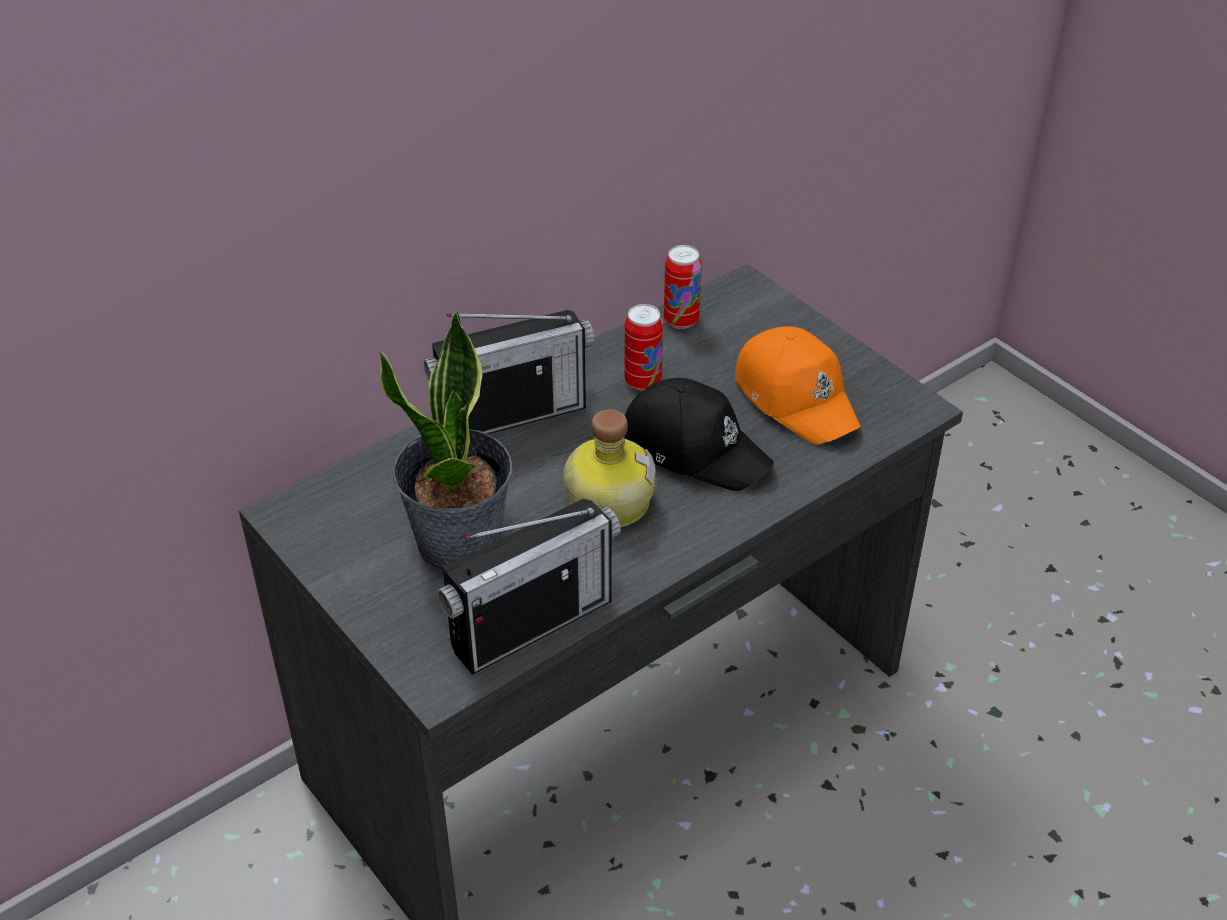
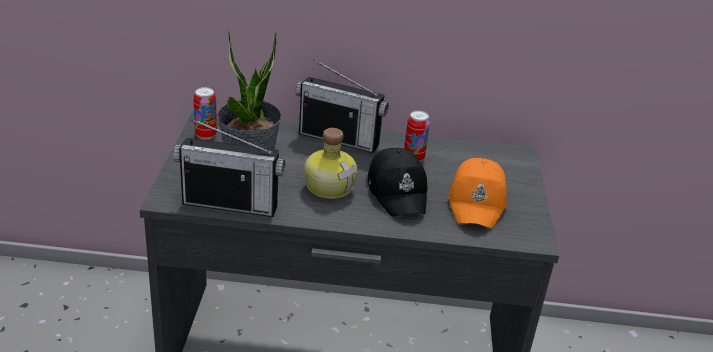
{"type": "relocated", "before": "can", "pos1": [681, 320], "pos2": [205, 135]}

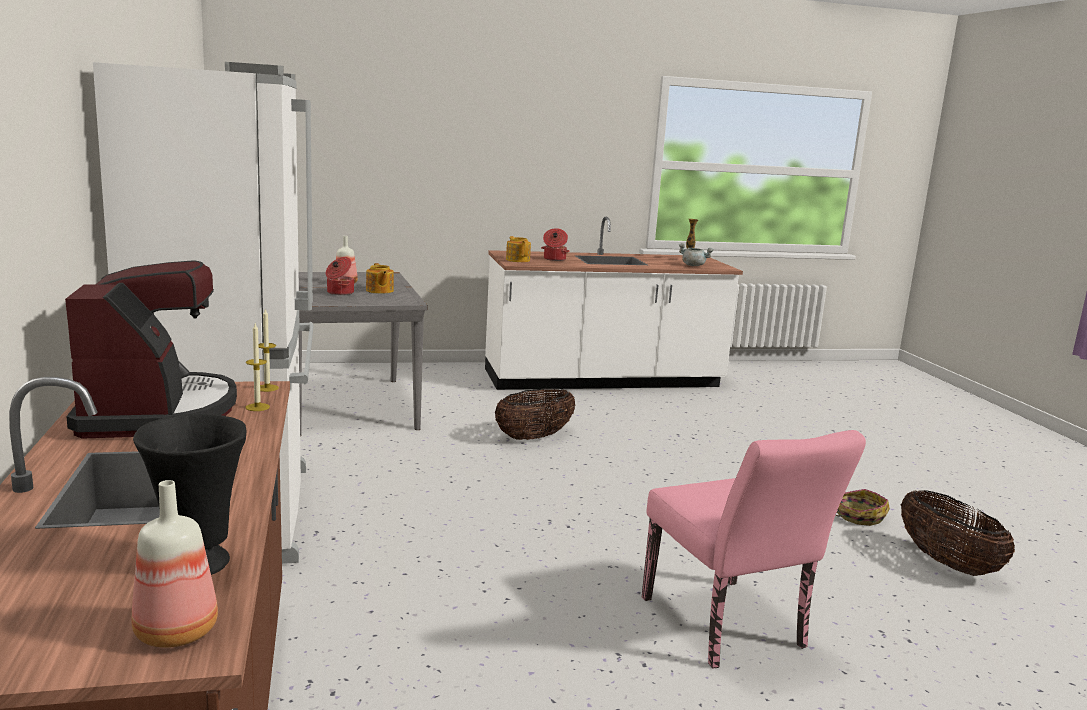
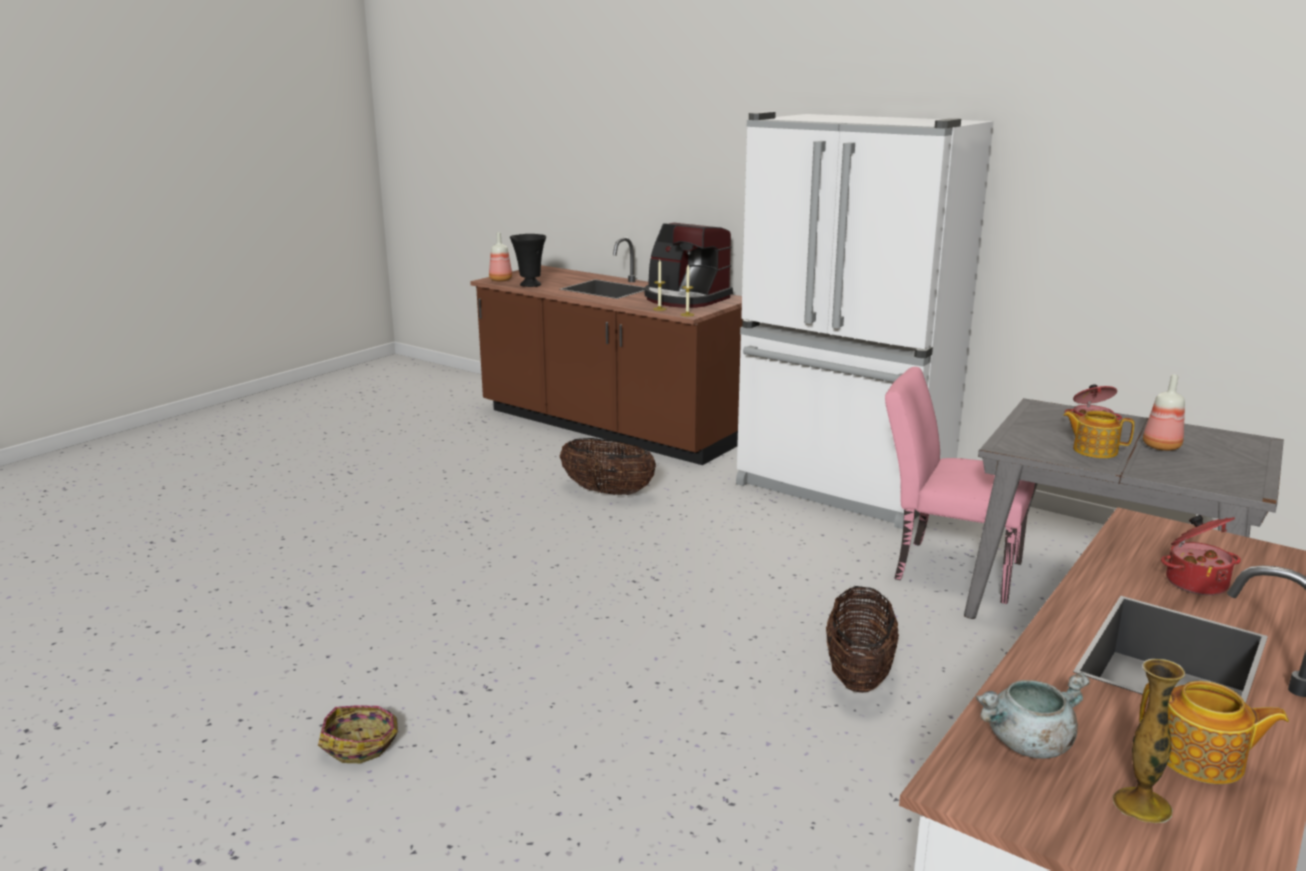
{"type": "relocated", "before": "teapot", "pos1": [518, 260], "pos2": [1202, 759]}
{"type": "relocated", "before": "chair (pink)", "pos1": [729, 629], "pos2": [947, 568]}
{"type": "relocated", "before": "basket", "pos1": [947, 563], "pos2": [607, 492]}

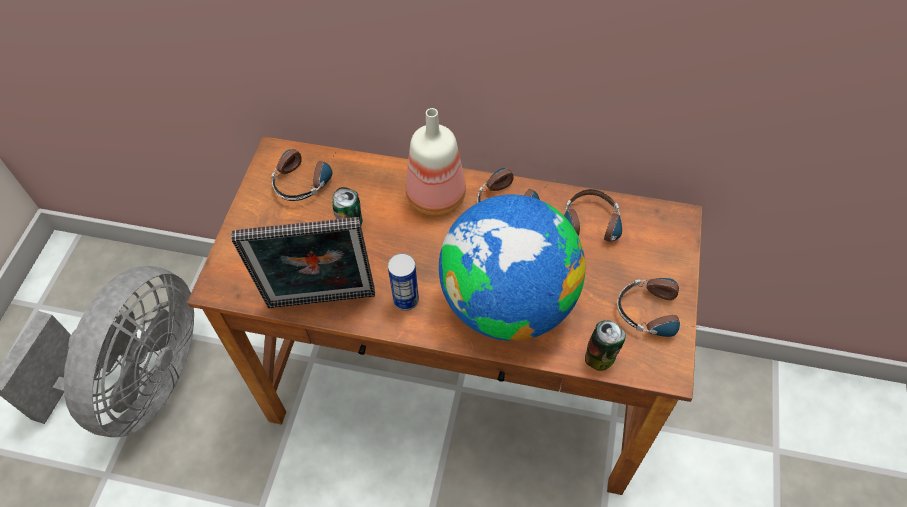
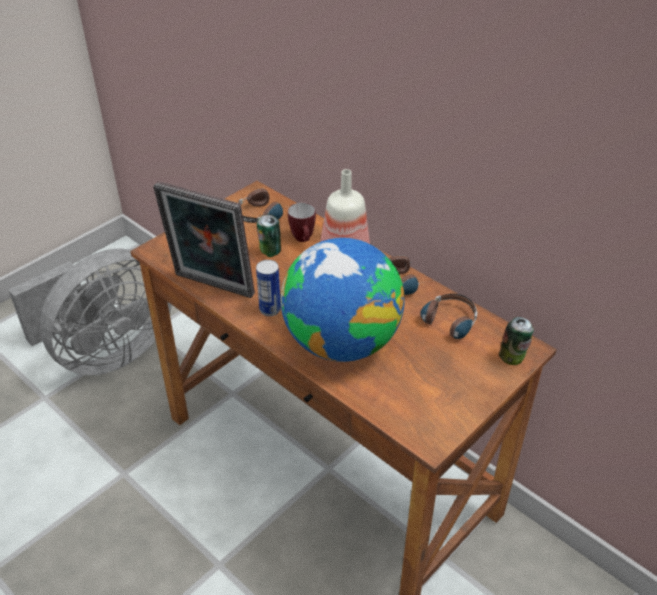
{"type": "missing", "before": "headphones", "pos1": [660, 312]}
{"type": "relocated", "before": "can", "pos1": [600, 358], "pos2": [513, 358]}
{"type": "appeared", "after": "mug", "pos2": [303, 240]}

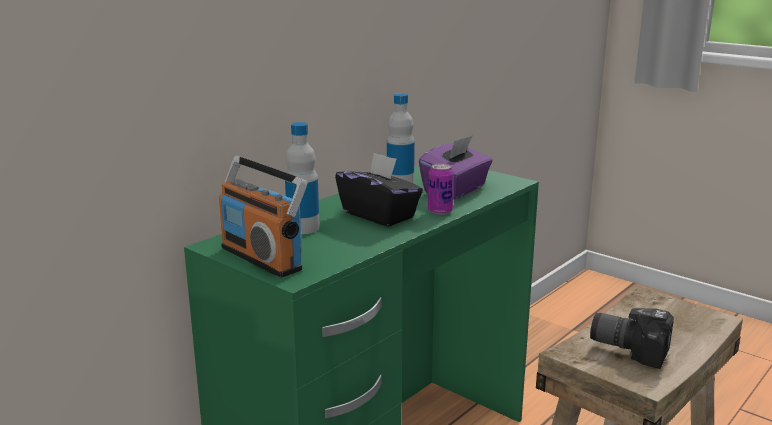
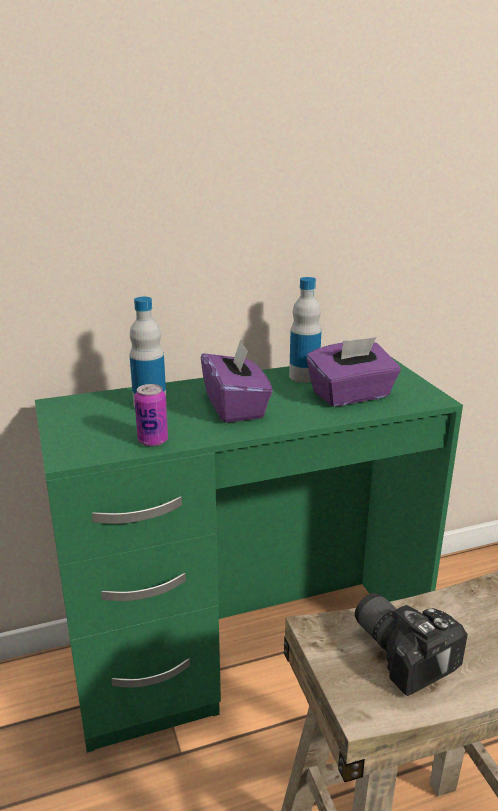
{"type": "colour", "before": "tissue box (black)", "after": "tissue box (purple)", "pos1": [379, 215], "pos2": [236, 407]}
{"type": "missing", "before": "radio", "pos1": [262, 258]}
{"type": "relocated", "before": "can", "pos1": [440, 211], "pos2": [153, 441]}

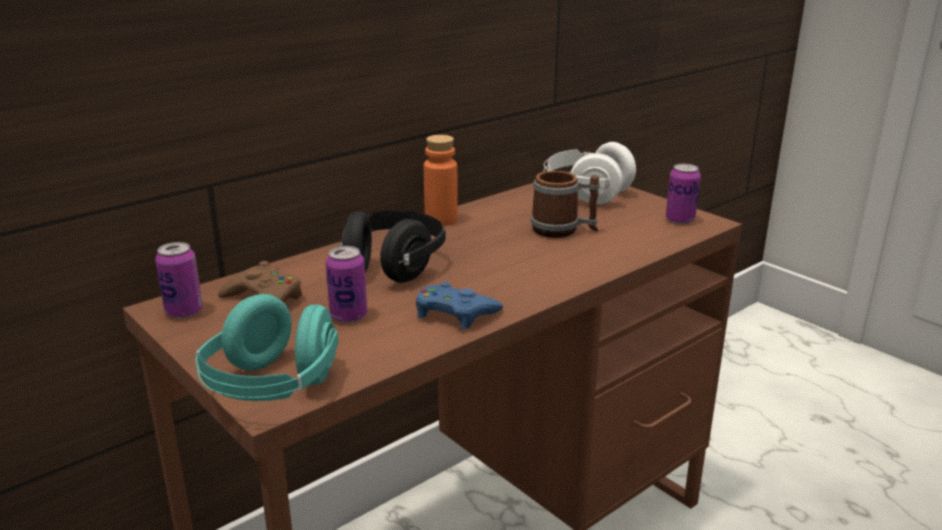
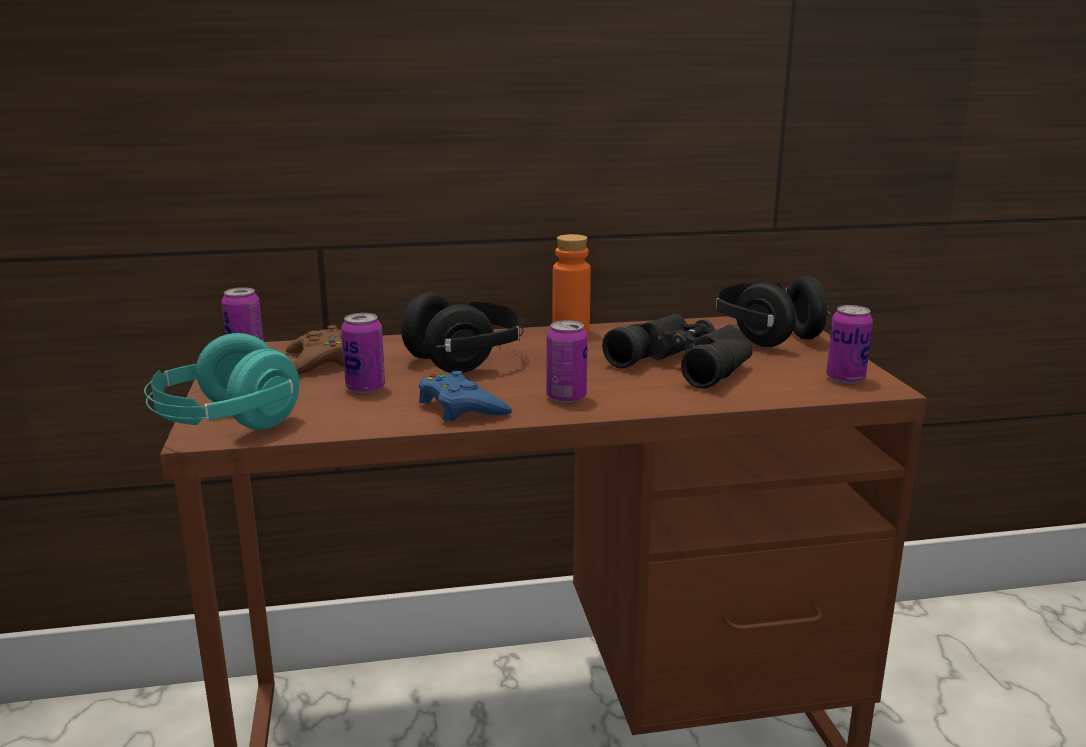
{"type": "colour", "before": "headphones (white)", "after": "headphones (black)", "pos1": [586, 193], "pos2": [767, 335]}
{"type": "exchanged", "before": "mug", "after": "binoculars (black)", "pos1": [563, 230], "pos2": [686, 362]}
{"type": "appeared", "after": "can", "pos2": [566, 397]}

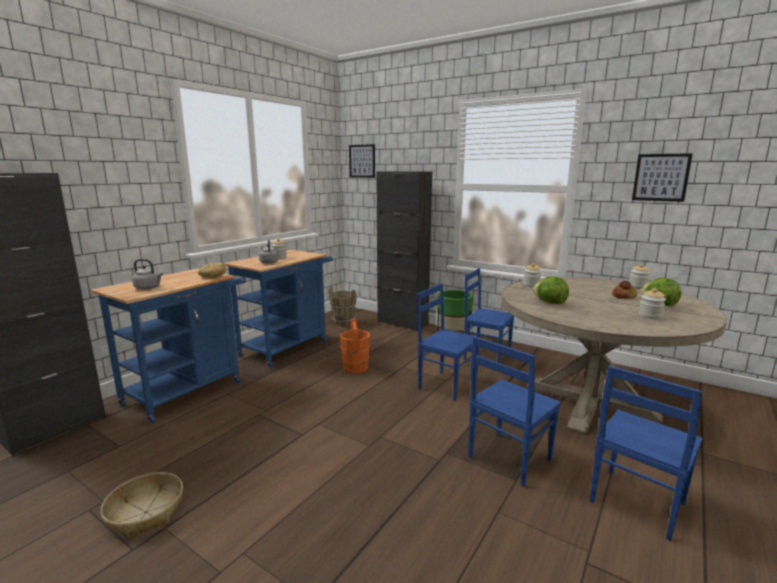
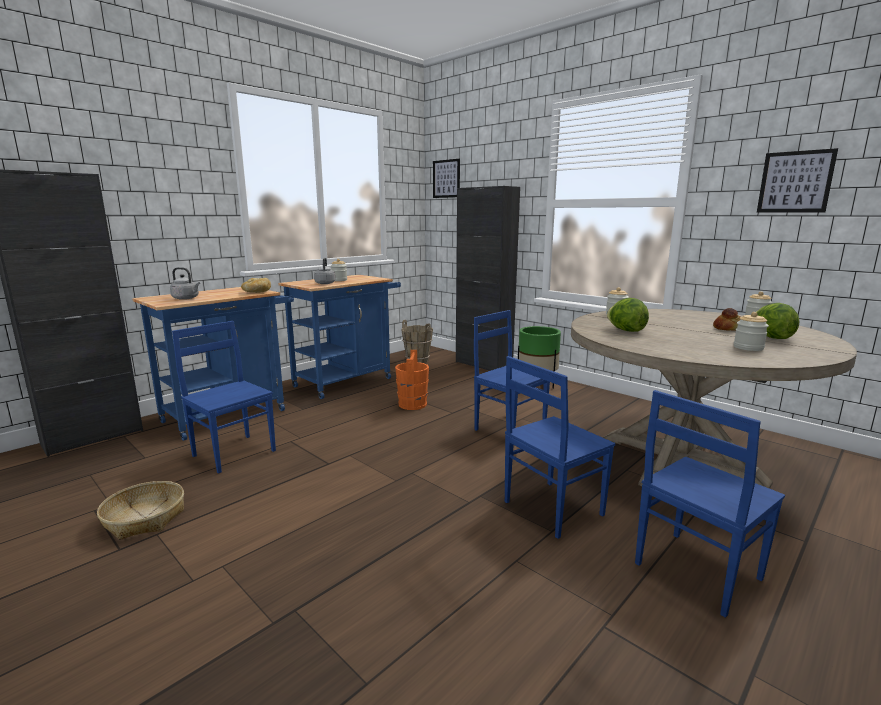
{"type": "relocated", "before": "chair (blue)", "pos1": [486, 355], "pos2": [234, 452]}

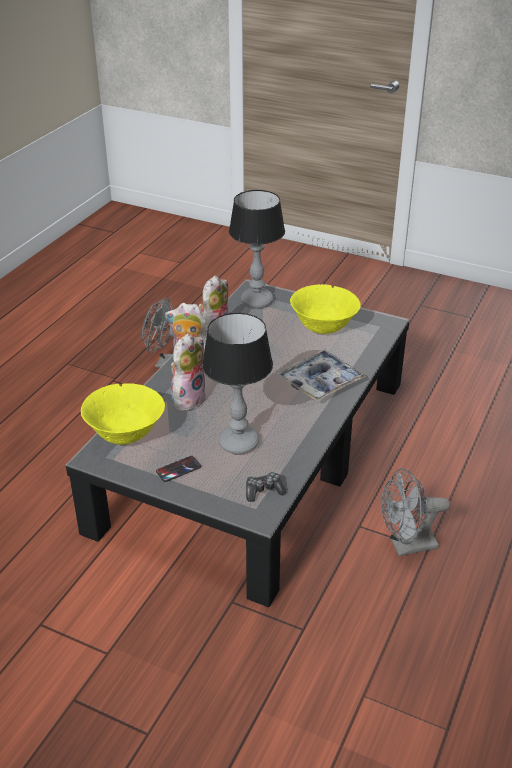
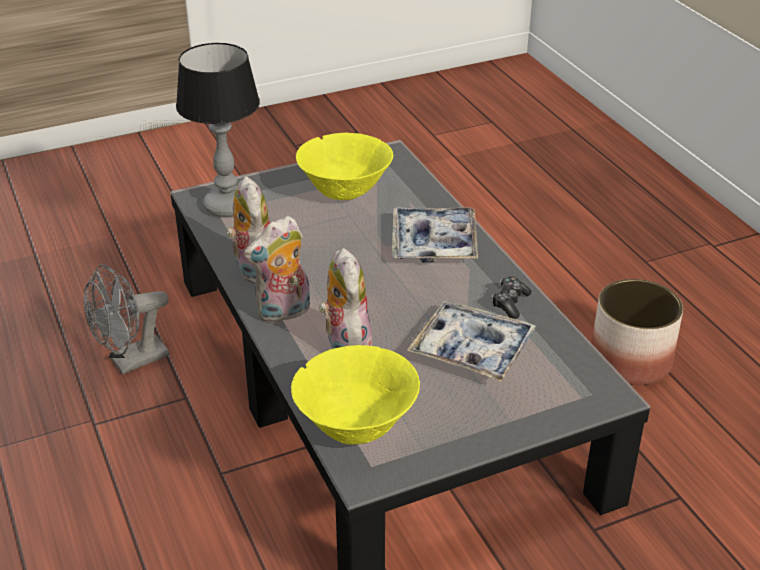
{"type": "exchanged", "before": "table lamp", "after": "tray", "pos1": [237, 443], "pos2": [472, 349]}
{"type": "missing", "before": "phone", "pos1": [178, 469]}
{"type": "exchanged", "before": "fan (grey)", "after": "planter", "pos1": [406, 546], "pos2": [631, 361]}
{"type": "relocated", "before": "game controller", "pos1": [263, 491], "pos2": [510, 303]}

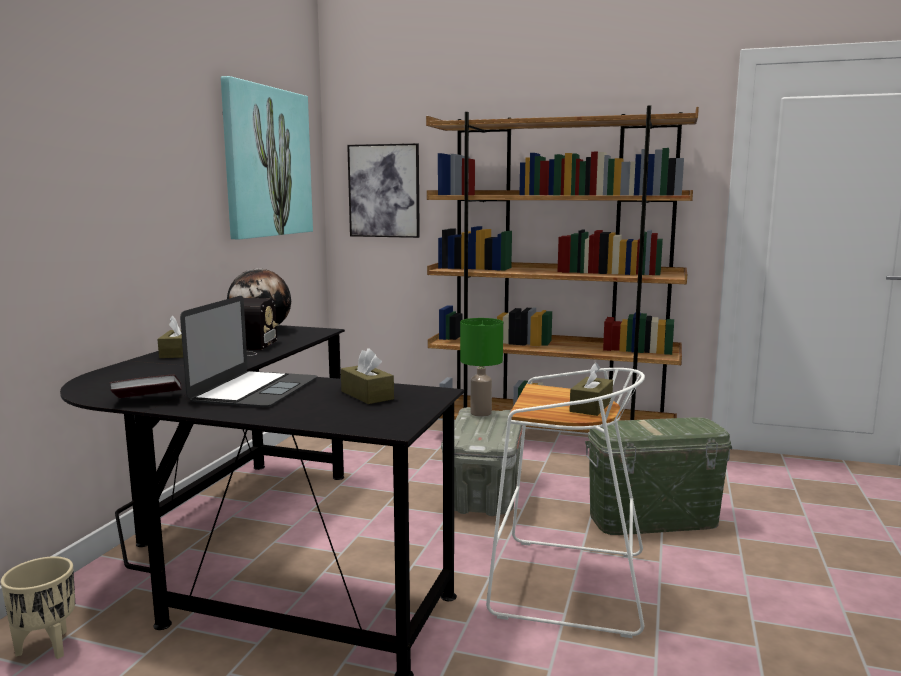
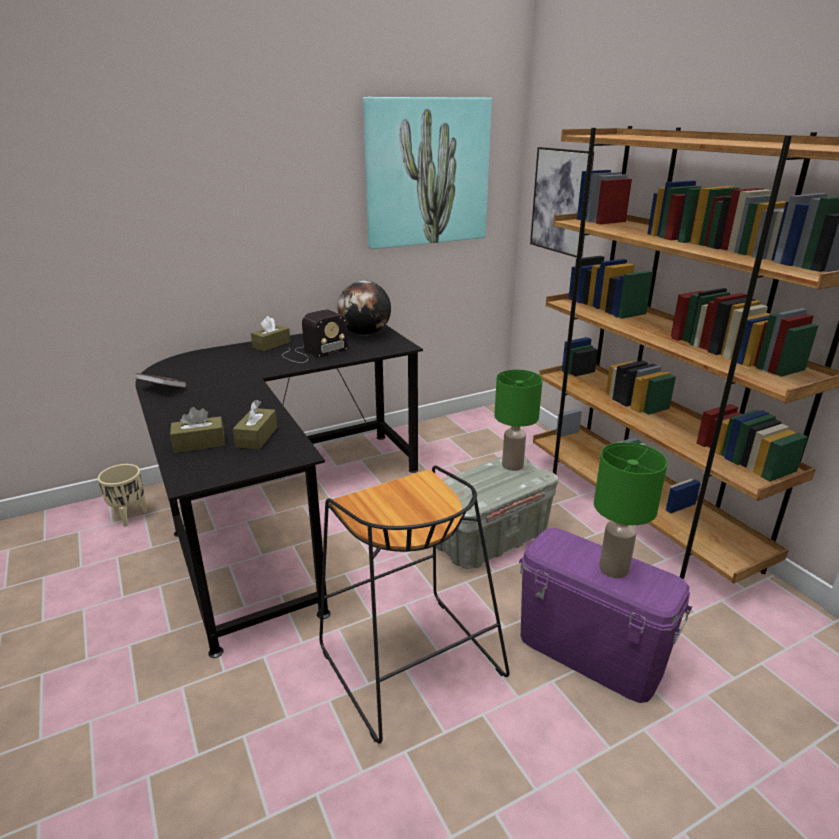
{"type": "missing", "before": "laptop", "pos1": [255, 389]}
{"type": "relocated", "before": "tissue box (brown)", "pos1": [591, 406], "pos2": [199, 443]}
{"type": "colour", "before": "stool (white)", "after": "stool (black)", "pos1": [565, 585], "pos2": [407, 661]}
{"type": "colour", "before": "storage box (green)", "after": "storage box (purple)", "pos1": [652, 519], "pos2": [589, 652]}
{"type": "appeared", "after": "table lamp (green)", "pos2": [613, 568]}

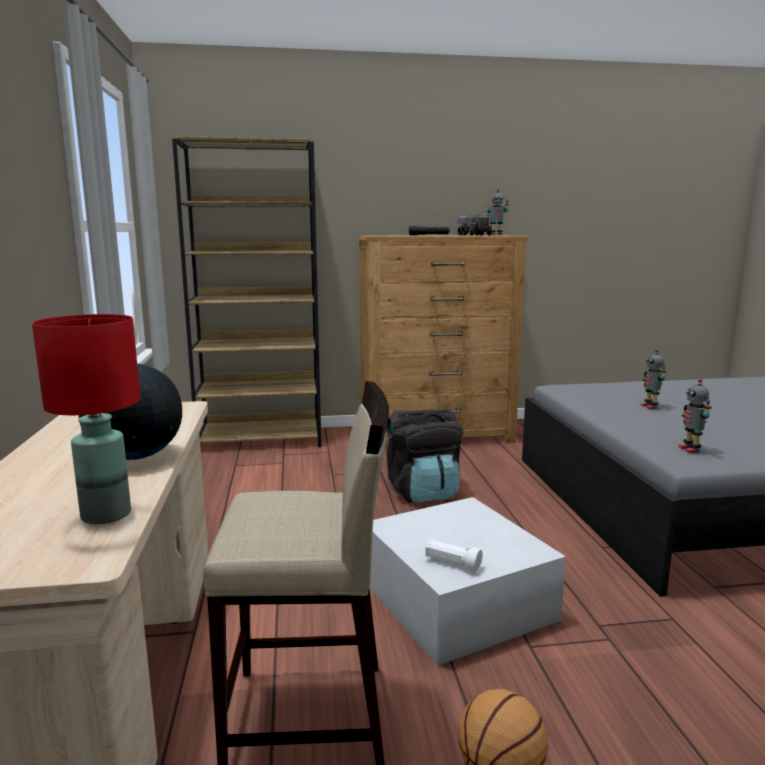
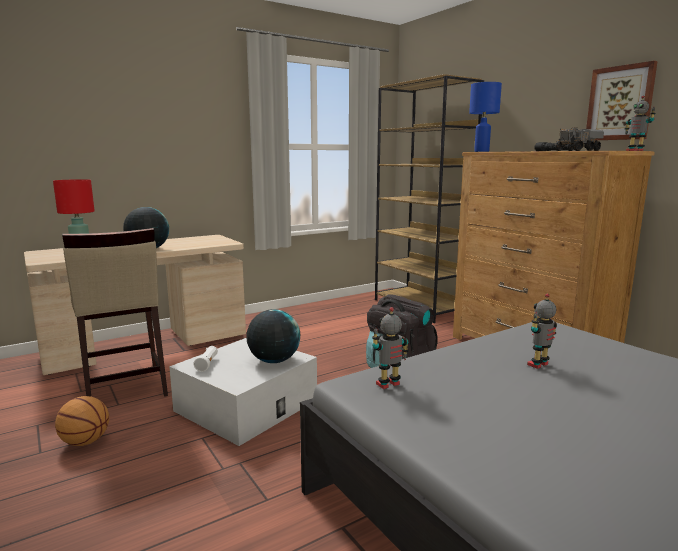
{"type": "appeared", "after": "picture", "pos2": [620, 103]}
{"type": "appeared", "after": "table lamp (blue)", "pos2": [482, 151]}
{"type": "appeared", "after": "globe", "pos2": [274, 361]}

